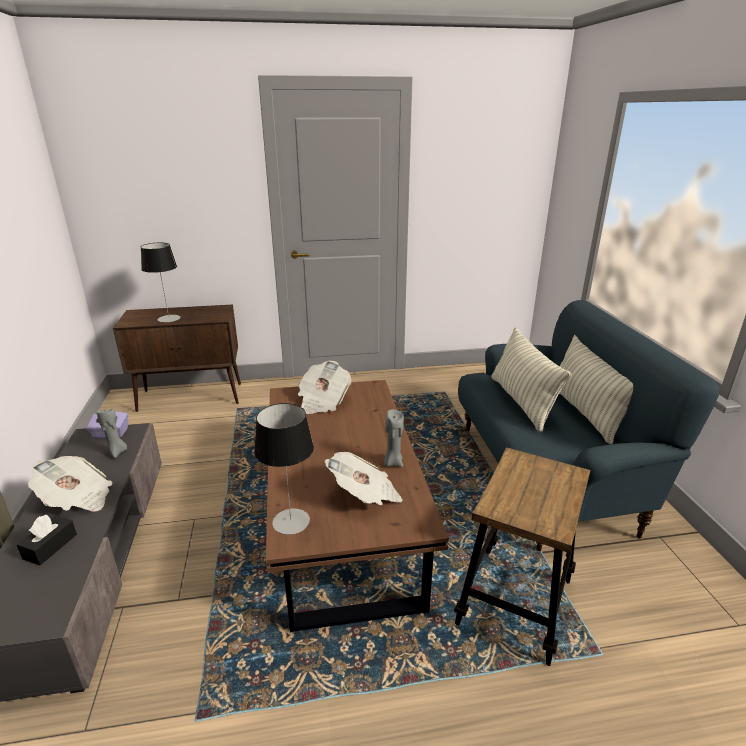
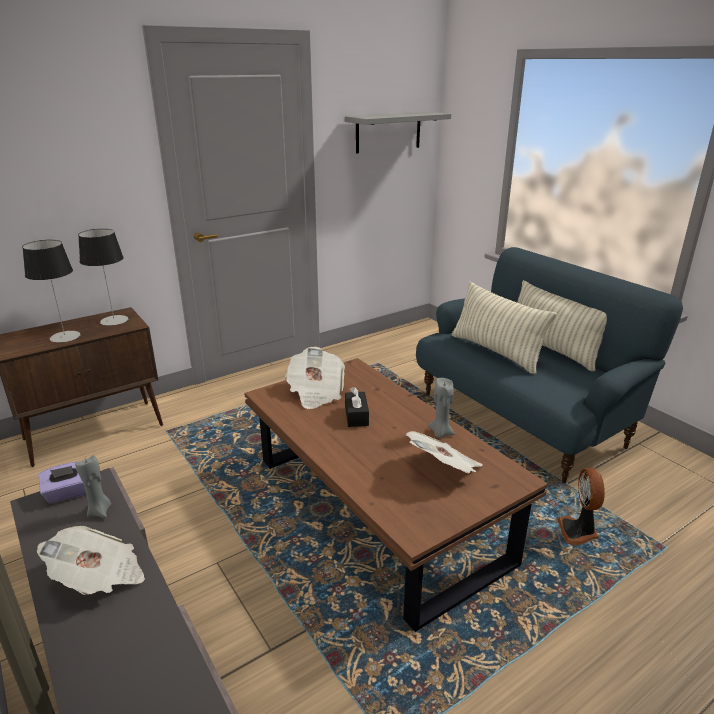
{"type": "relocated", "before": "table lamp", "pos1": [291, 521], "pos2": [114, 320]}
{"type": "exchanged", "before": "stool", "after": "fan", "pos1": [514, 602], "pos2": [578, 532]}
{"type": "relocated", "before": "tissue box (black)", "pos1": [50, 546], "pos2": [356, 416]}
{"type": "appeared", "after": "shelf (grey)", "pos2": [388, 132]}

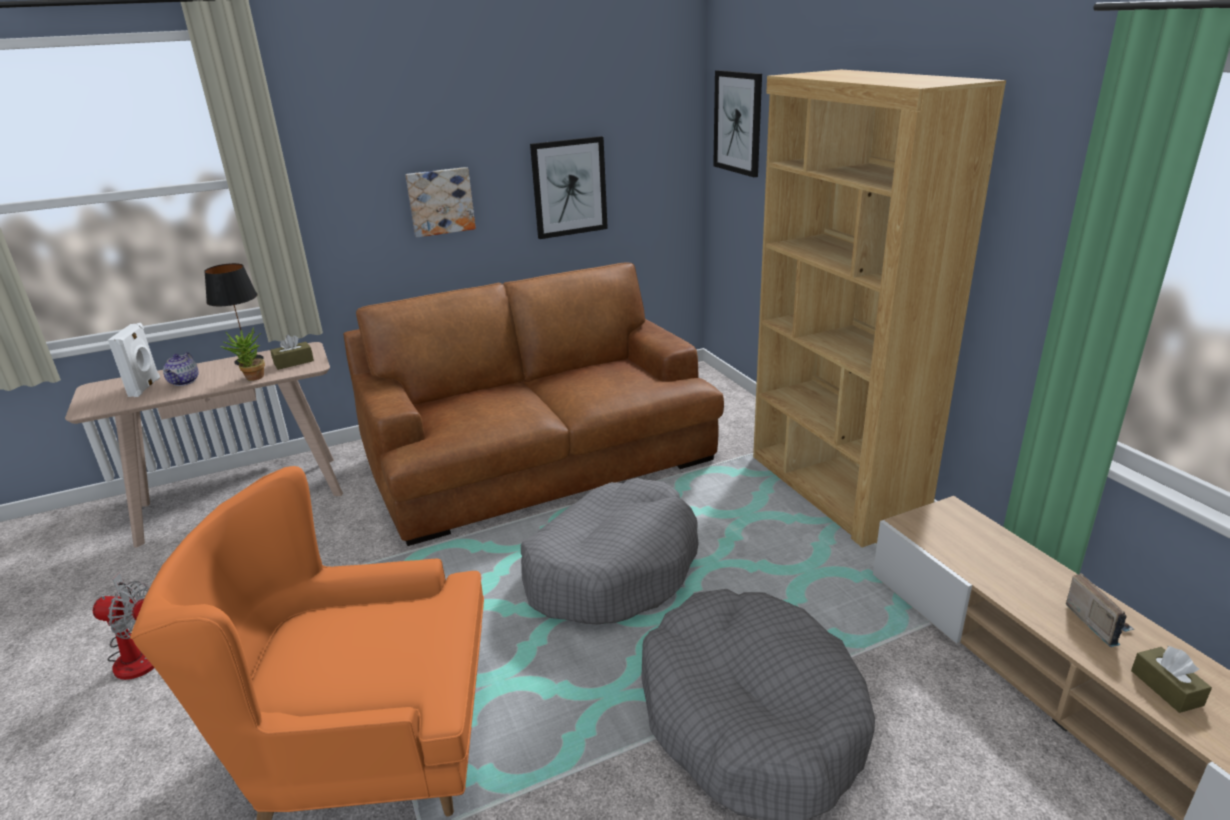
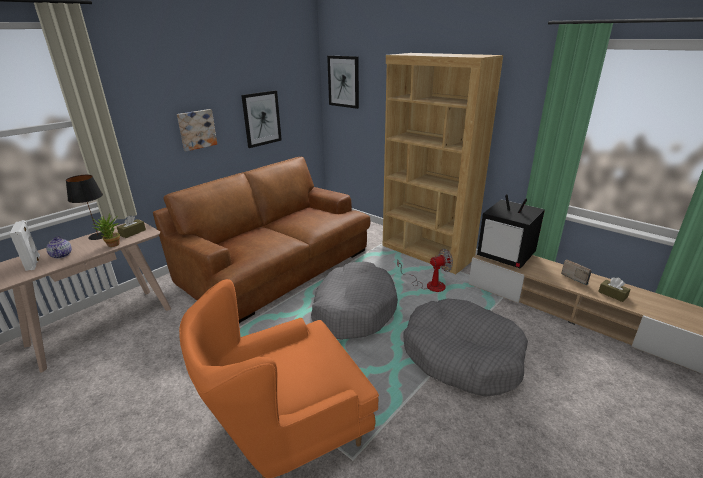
{"type": "relocated", "before": "fan", "pos1": [137, 652], "pos2": [429, 285]}
{"type": "appeared", "after": "television", "pos2": [507, 256]}

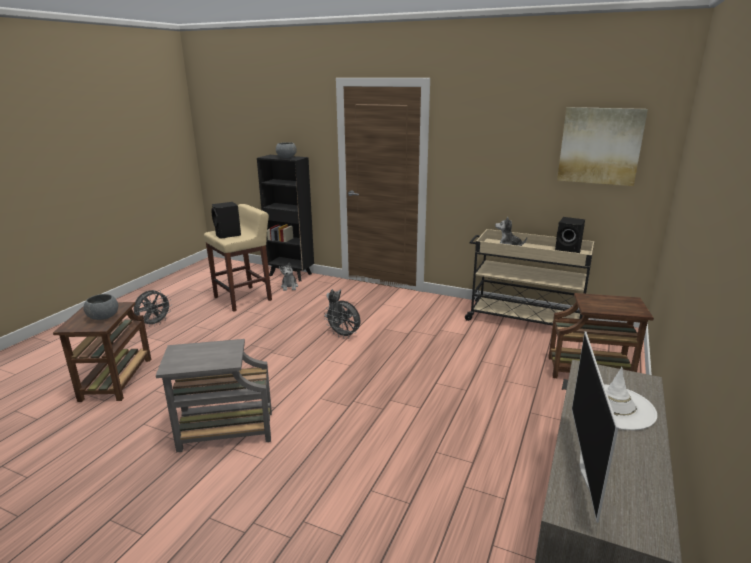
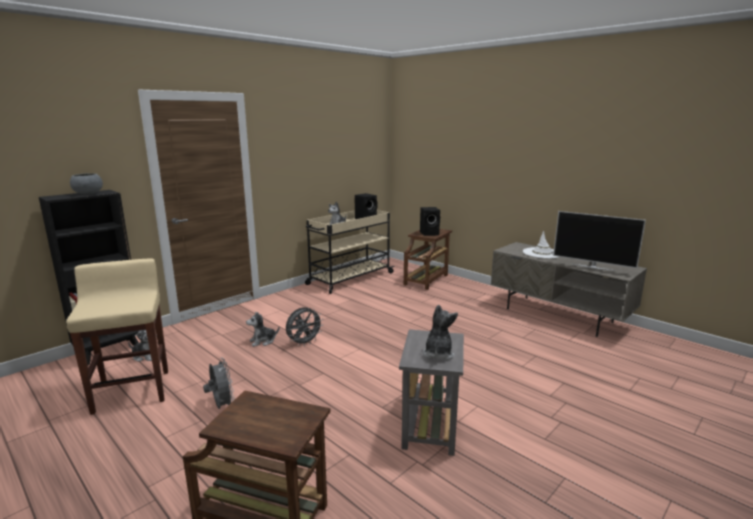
{"type": "missing", "before": "picture", "pos1": [600, 146]}
{"type": "relocated", "before": "speaker (black)", "pos1": [228, 235], "pos2": [430, 233]}
{"type": "relocated", "before": "fan (grey)", "pos1": [154, 324], "pos2": [221, 406]}
{"type": "missing", "before": "bowl (grey)", "pos1": [103, 317]}
{"type": "appeared", "after": "plush toy", "pos2": [438, 353]}

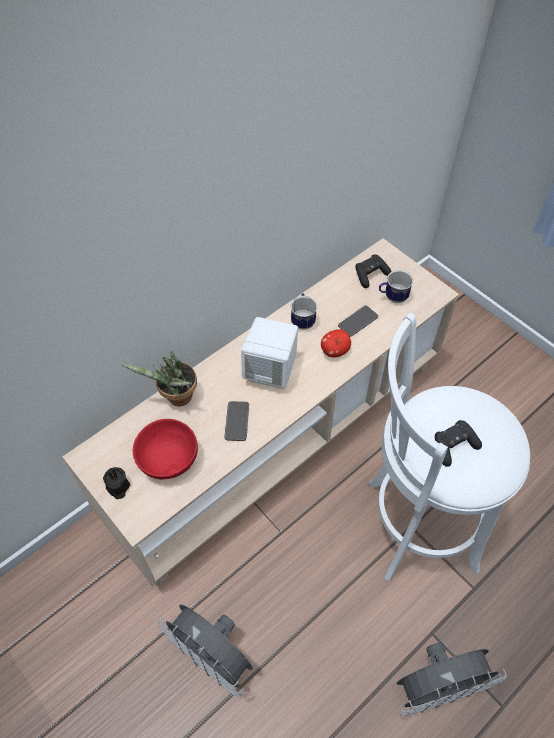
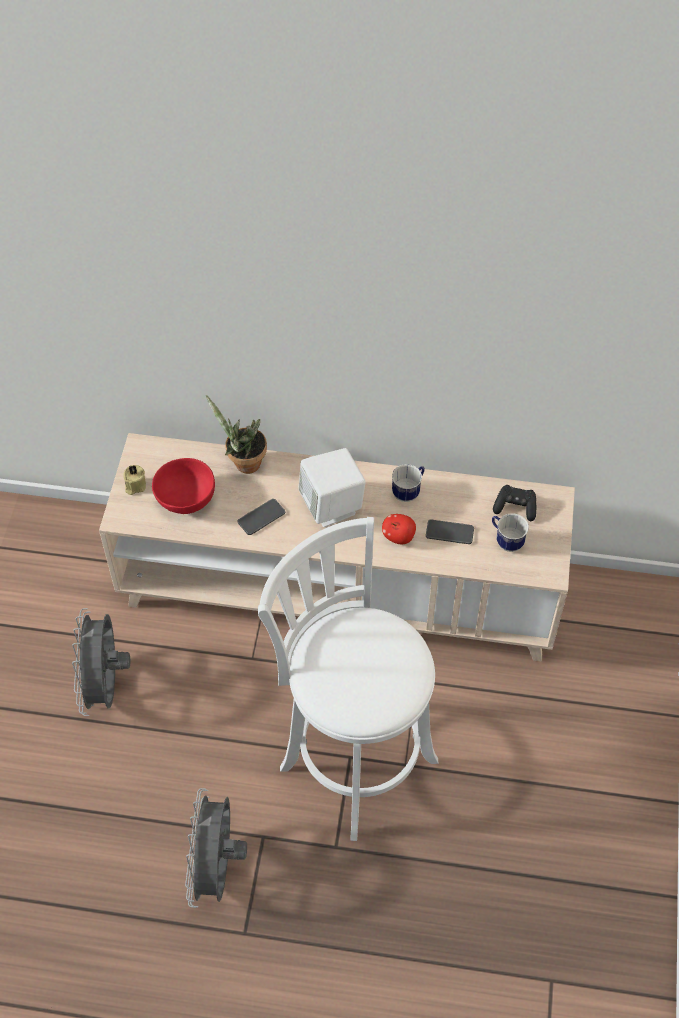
{"type": "missing", "before": "game controller (black)", "pos1": [453, 446]}
{"type": "colour", "before": "candle (black)", "after": "candle (beige)", "pos1": [117, 487], "pos2": [134, 485]}
{"type": "spun", "before": "fan (grey)", "pos1": [436, 687], "pos2": [217, 869], "turn": 60}

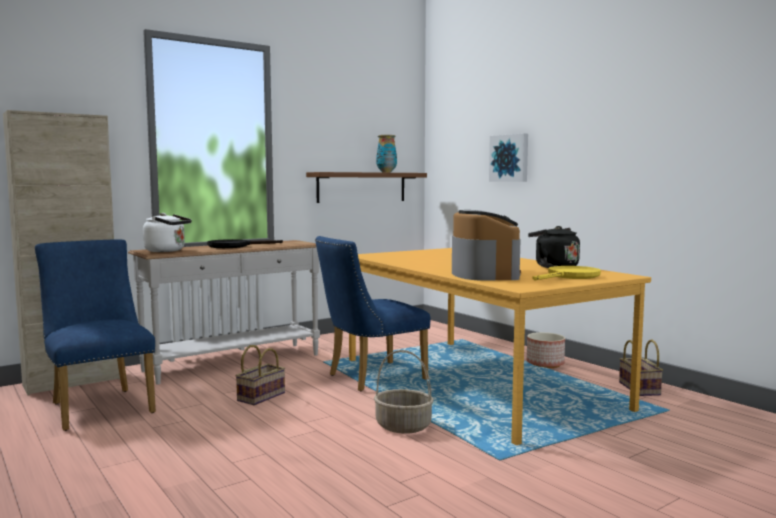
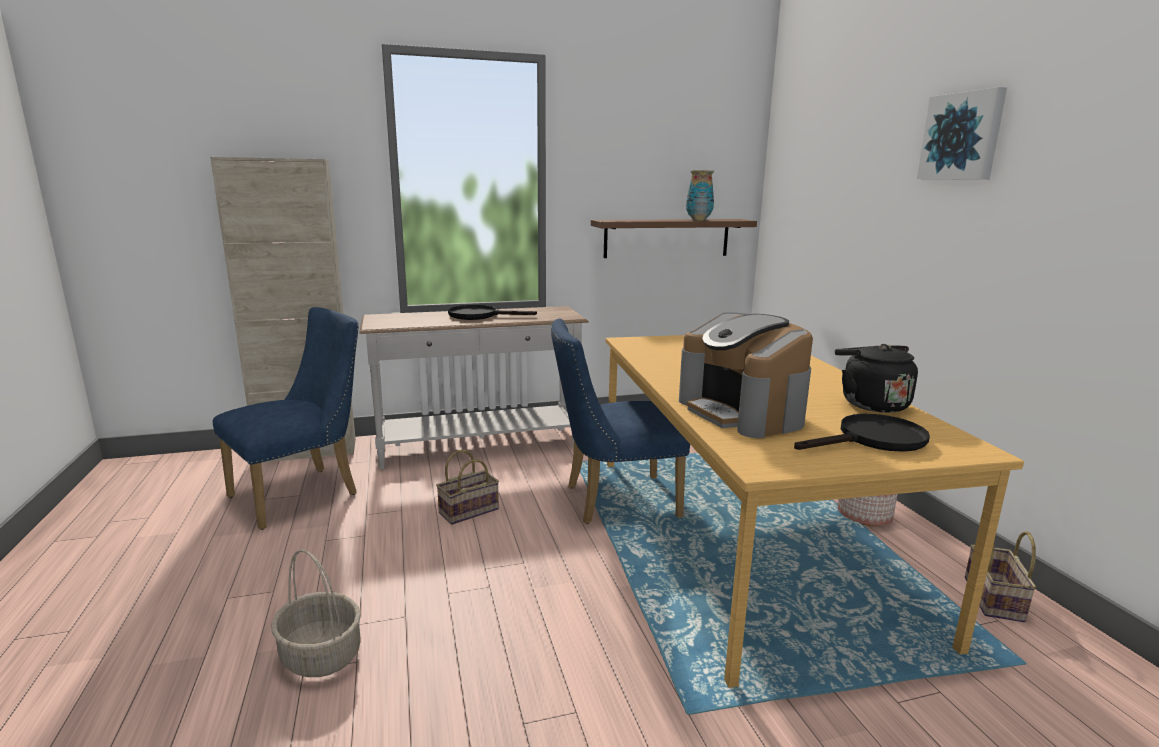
{"type": "relocated", "before": "picture", "pos1": [509, 158], "pos2": [962, 136]}
{"type": "spun", "before": "coffee machine", "pos1": [484, 273], "pos2": [742, 412], "turn": 135}
{"type": "missing", "before": "kettle (white)", "pos1": [167, 251]}
{"type": "spun", "before": "chair (blue)", "pos1": [100, 406], "pos2": [303, 494], "turn": 60}
{"type": "colour", "before": "frying pan (yellow)", "after": "frying pan (black)", "pos1": [569, 276], "pos2": [873, 440]}
{"type": "relocated", "before": "basket", "pos1": [402, 426], "pos2": [320, 655]}

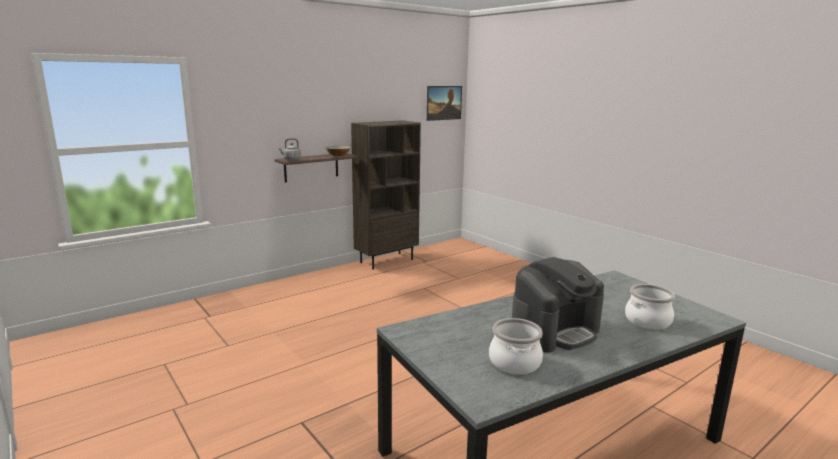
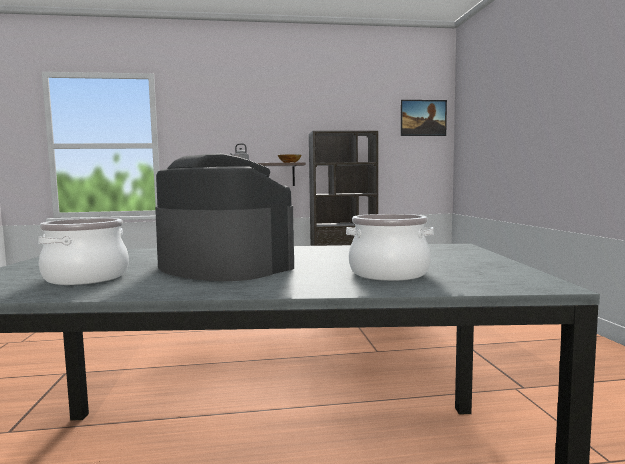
{"type": "spun", "before": "coffee machine", "pos1": [554, 331], "pos2": [223, 266], "turn": -135}

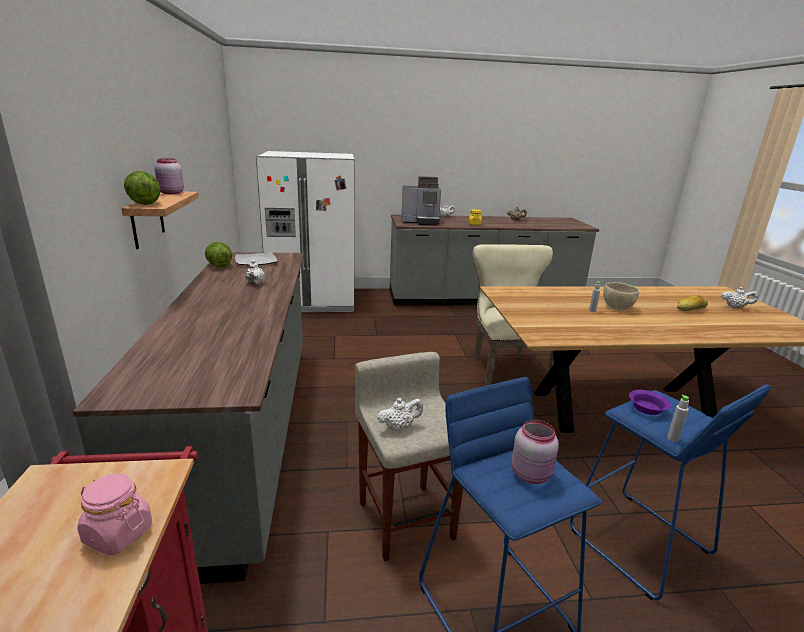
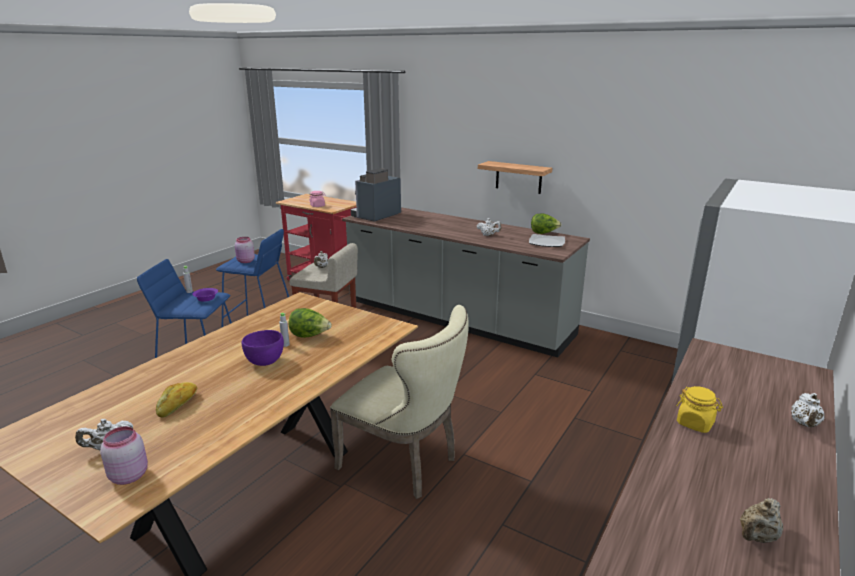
{"type": "relocated", "before": "jar (pink)", "pos1": [171, 193], "pos2": [128, 475]}
{"type": "relocated", "before": "lettuce", "pos1": [144, 203], "pos2": [309, 336]}
{"type": "relocated", "before": "coffee machine", "pos1": [421, 222], "pos2": [376, 216]}
{"type": "colour", "before": "bowl (beige)", "after": "bowl (purple)", "pos1": [617, 307], "pos2": [265, 362]}

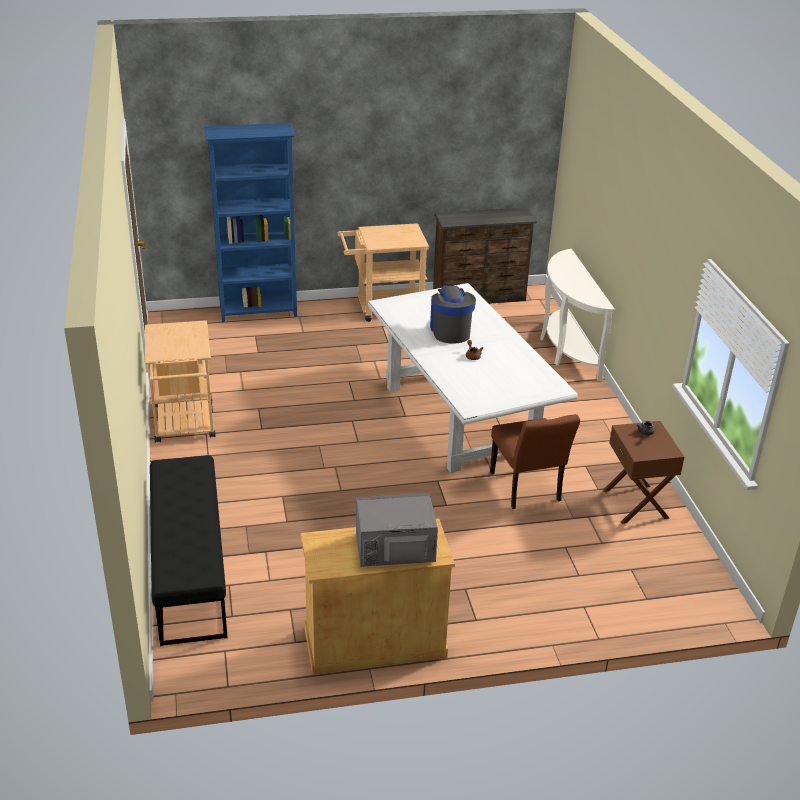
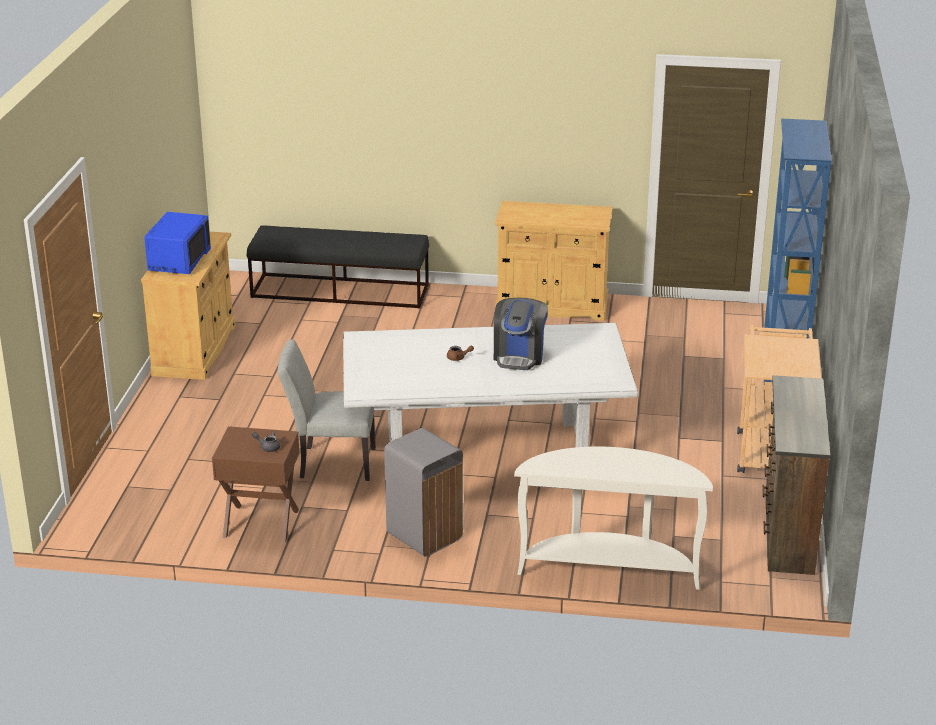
{"type": "spun", "before": "coffee machine", "pos1": [450, 331], "pos2": [519, 356], "turn": 90}
{"type": "exchanged", "before": "cart (beige)", "after": "cabinet (beige)", "pos1": [184, 426], "pos2": [552, 306]}
{"type": "colour", "before": "chair (brown)", "after": "chair (grey)", "pos1": [527, 490], "pos2": [330, 463]}
{"type": "colour", "before": "microwave (grey)", "after": "microwave (blue)", "pos1": [394, 549], "pos2": [178, 261]}
{"type": "appeared", "after": "trash can (grey)", "pos2": [424, 536]}

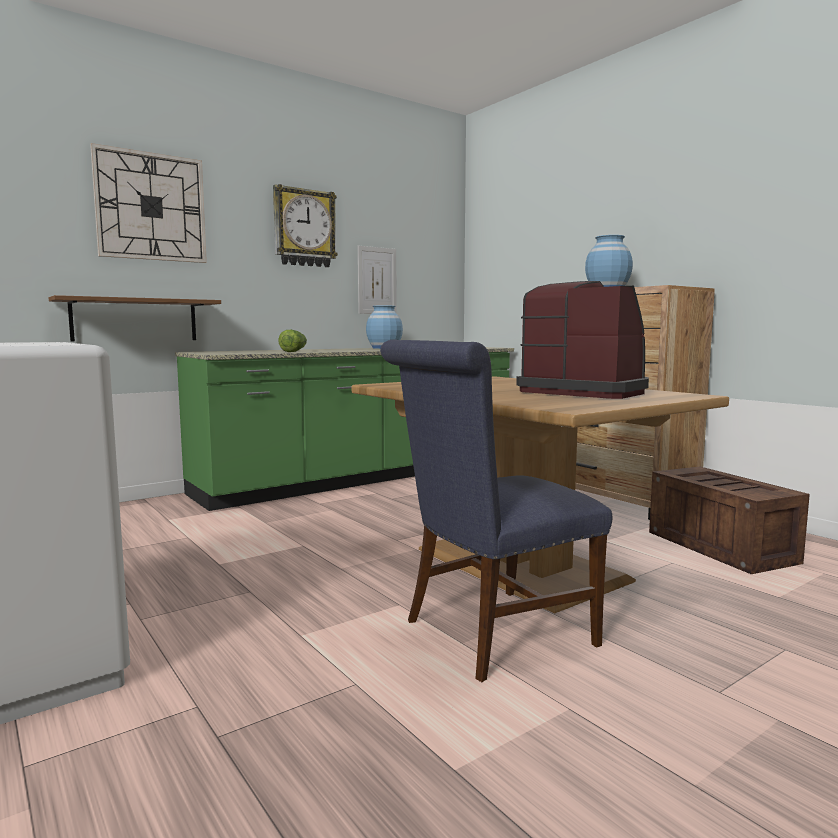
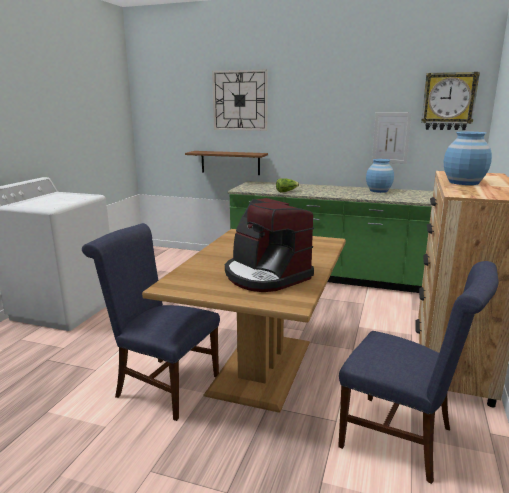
{"type": "relocated", "before": "wall clock", "pos1": [304, 228], "pos2": [448, 101]}
{"type": "spun", "before": "coffee machine", "pos1": [585, 392], "pos2": [265, 276], "turn": 135}
{"type": "exchanged", "before": "crate", "after": "chair (blue)", "pos1": [722, 547], "pos2": [404, 439]}

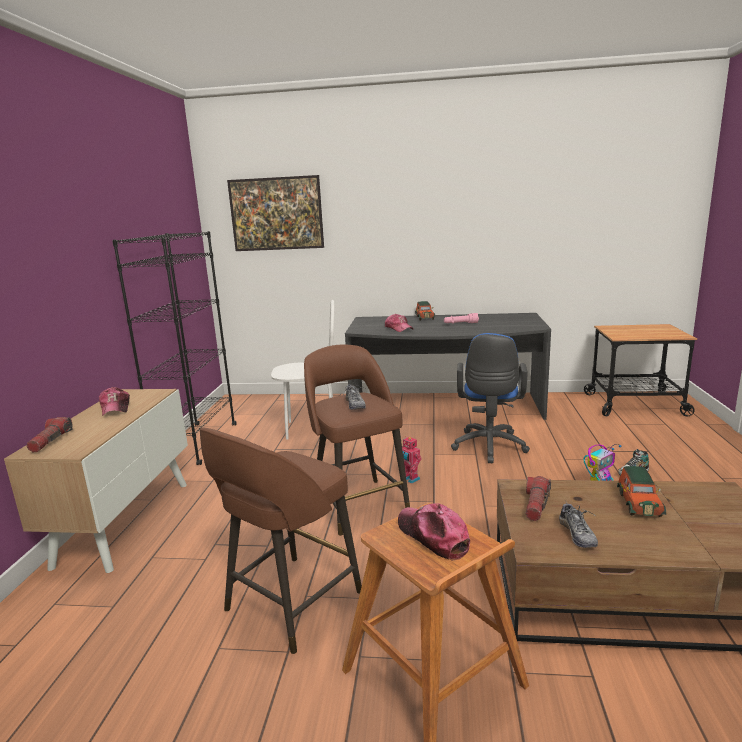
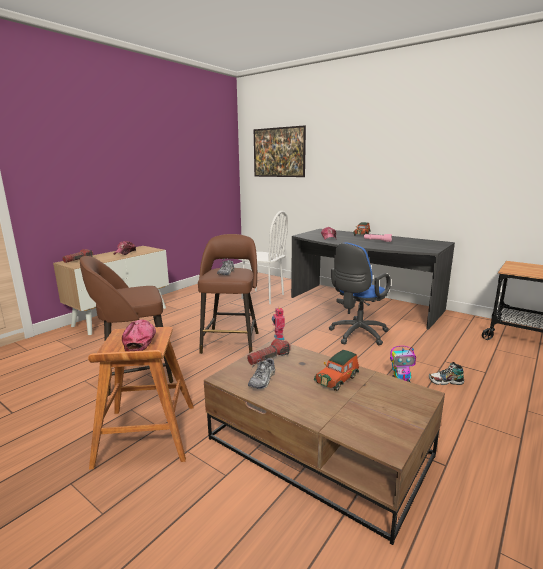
{"type": "missing", "before": "bookcase (black)", "pos1": [197, 443]}

